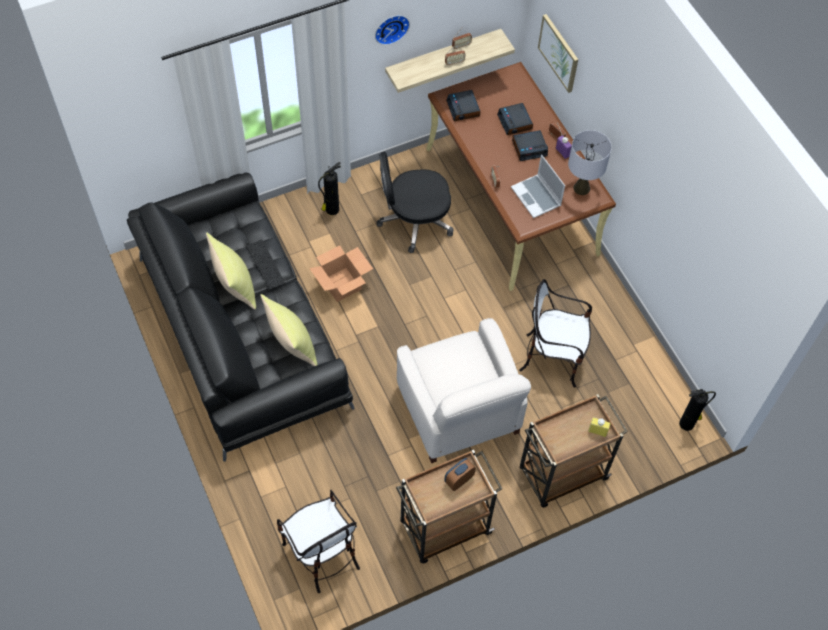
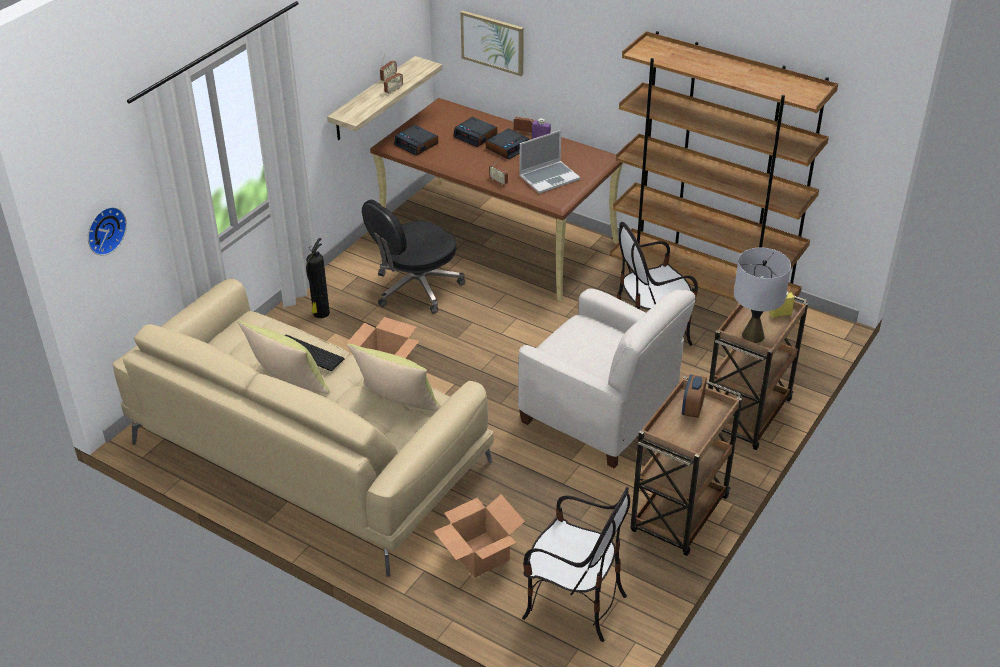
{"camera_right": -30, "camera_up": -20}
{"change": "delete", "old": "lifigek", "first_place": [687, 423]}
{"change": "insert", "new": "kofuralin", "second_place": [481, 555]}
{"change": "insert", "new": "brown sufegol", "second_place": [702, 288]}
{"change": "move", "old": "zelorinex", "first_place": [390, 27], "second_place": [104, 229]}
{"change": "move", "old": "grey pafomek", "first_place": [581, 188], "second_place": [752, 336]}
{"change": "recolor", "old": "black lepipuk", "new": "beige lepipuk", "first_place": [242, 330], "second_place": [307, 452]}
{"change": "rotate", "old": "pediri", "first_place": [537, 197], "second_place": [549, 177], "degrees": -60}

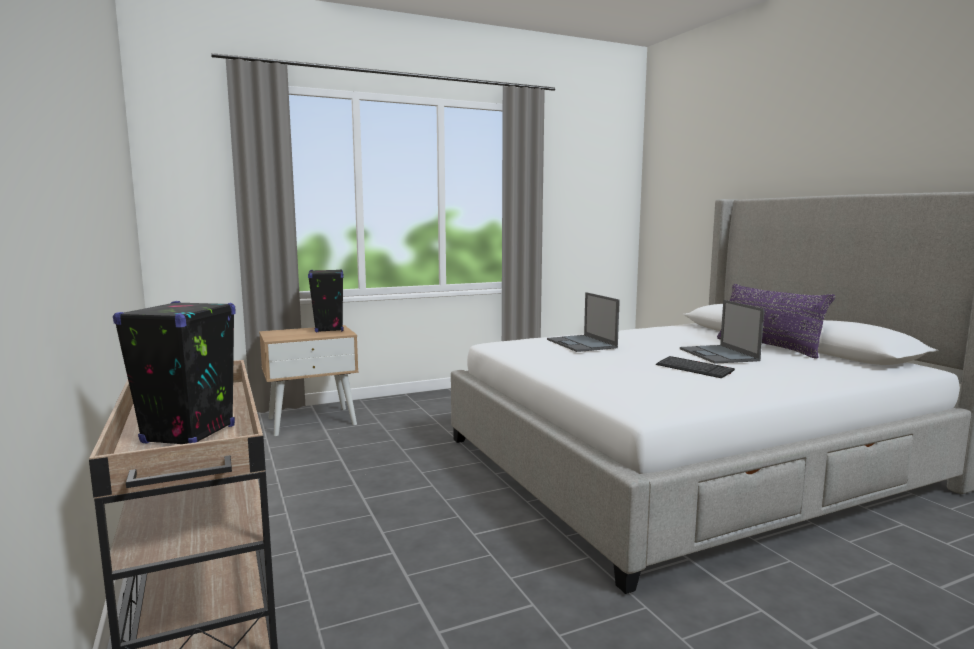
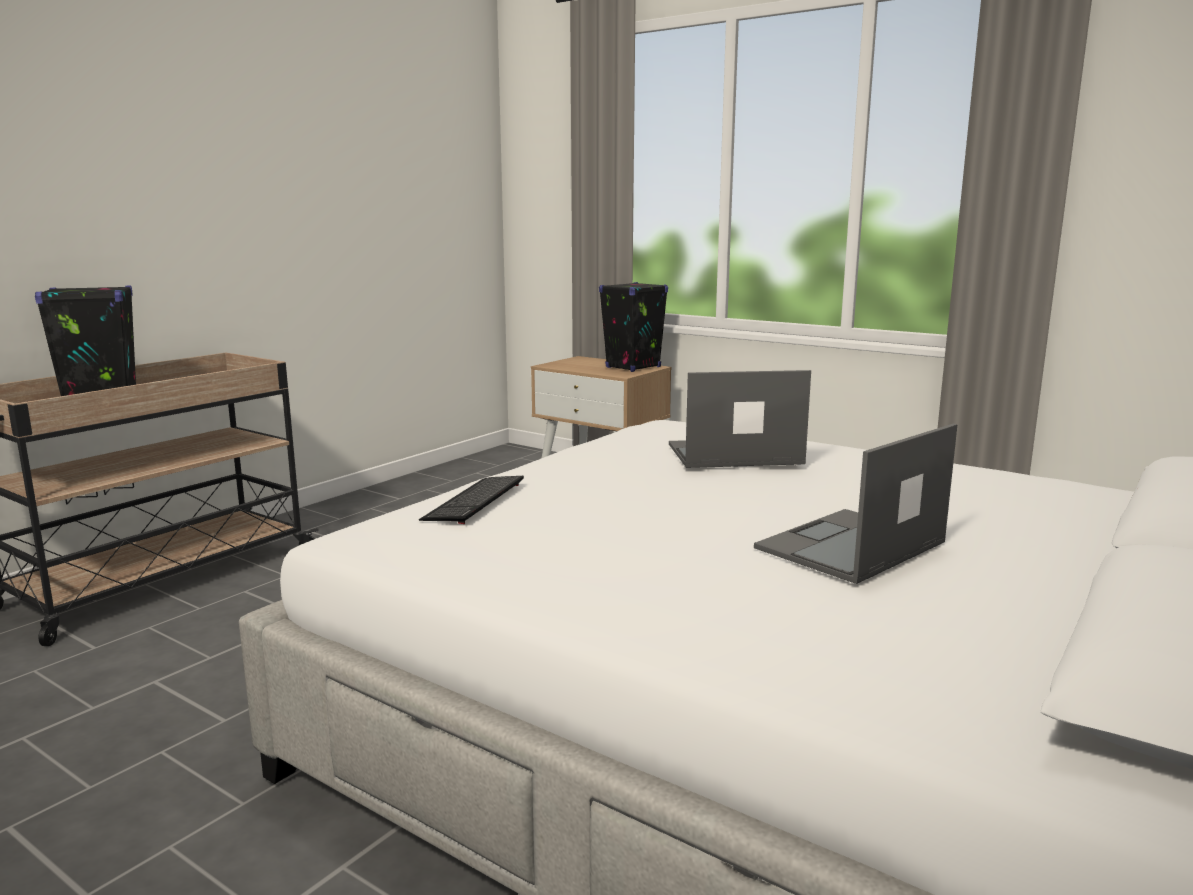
{"camera_right": 60, "camera_up": 5}
{"change": "delete", "old": "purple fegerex", "first_place": [768, 347]}
{"change": "move", "old": "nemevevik", "first_place": [694, 369], "second_place": [475, 501]}
{"change": "rotate", "old": "pediri", "first_place": [582, 344], "second_place": [732, 454], "degrees": 45}

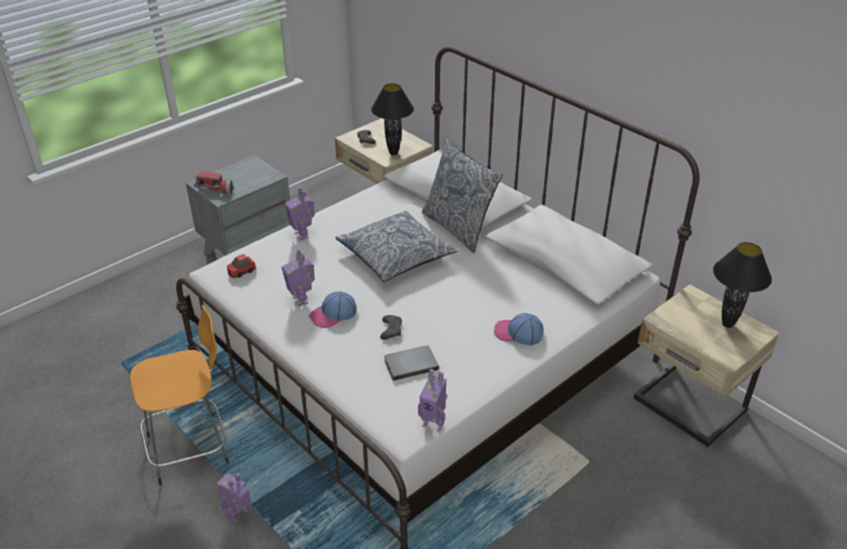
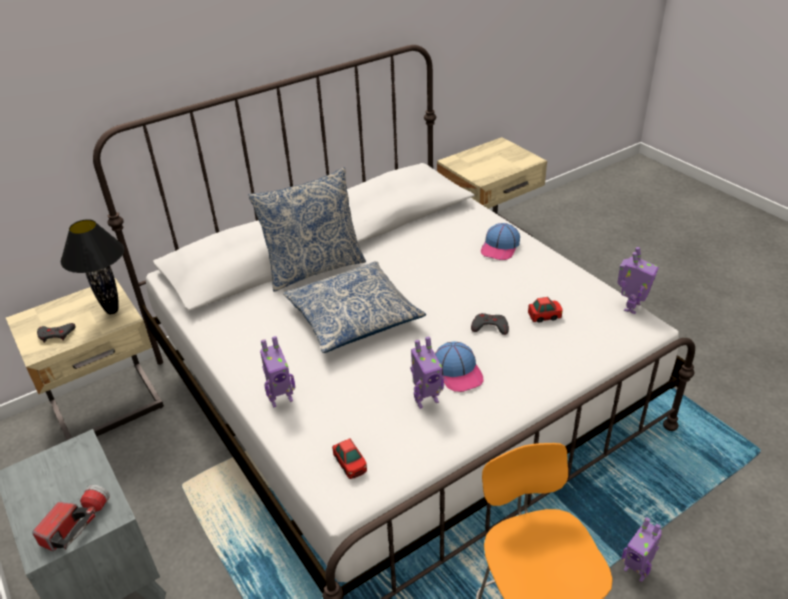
{"camera_right": -80, "camera_up": 0}
{"change": "delete", "old": "black pafomek", "first_place": [728, 324]}
{"change": "replace", "old": "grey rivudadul", "new": "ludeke", "first_place": [410, 363], "second_place": [545, 316]}

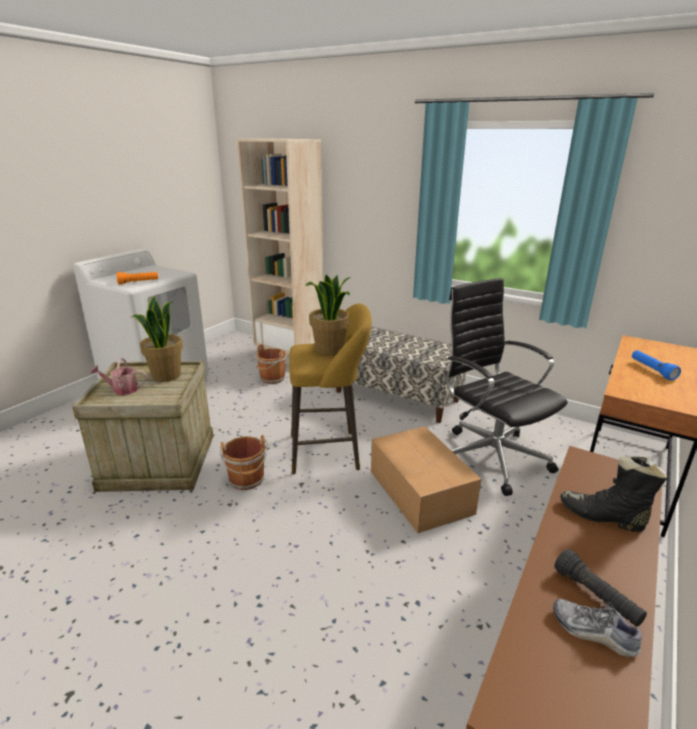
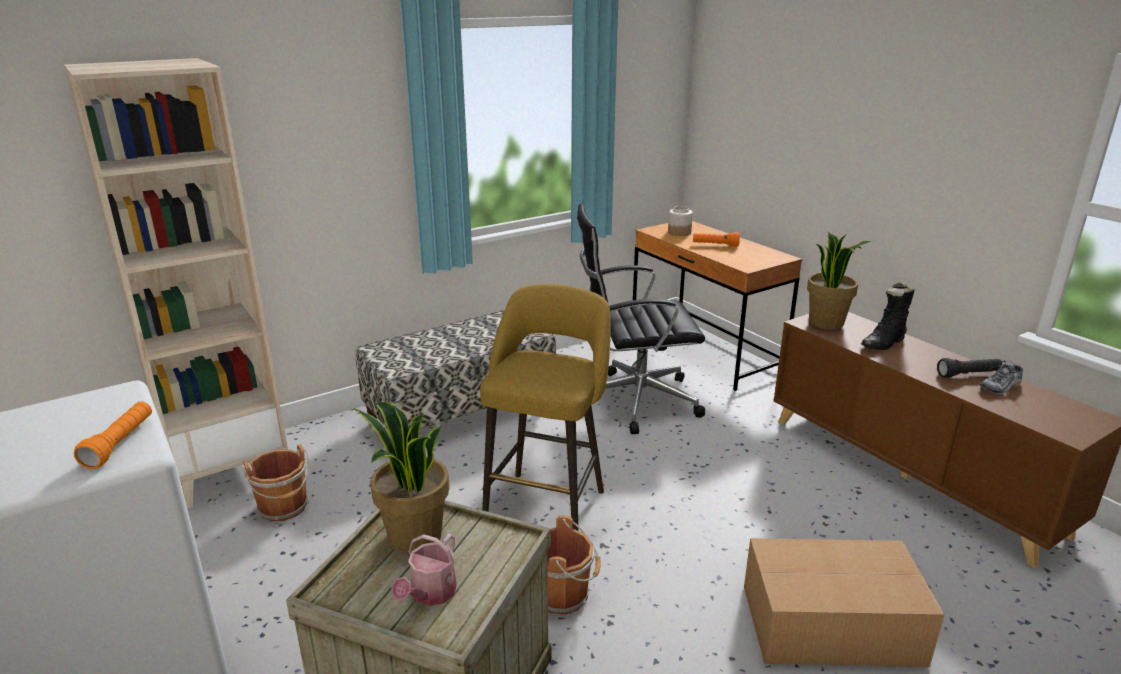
{"camera_right": -65, "camera_up": 0}
{"change": "insert", "new": "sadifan", "second_place": [679, 232]}
{"change": "move", "old": "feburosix", "first_place": [329, 350], "second_place": [827, 323]}
{"change": "move", "old": "kofuralin", "first_place": [420, 490], "second_place": [828, 623]}
{"change": "recolor", "old": "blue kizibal", "new": "orange kizibal", "first_place": [652, 370], "second_place": [715, 245]}

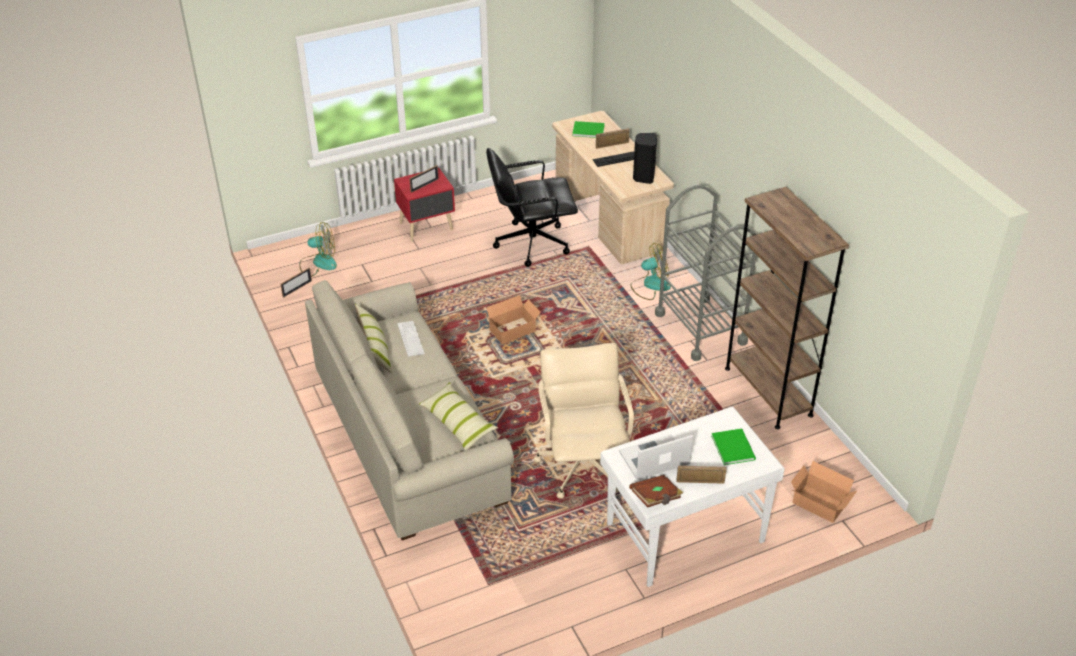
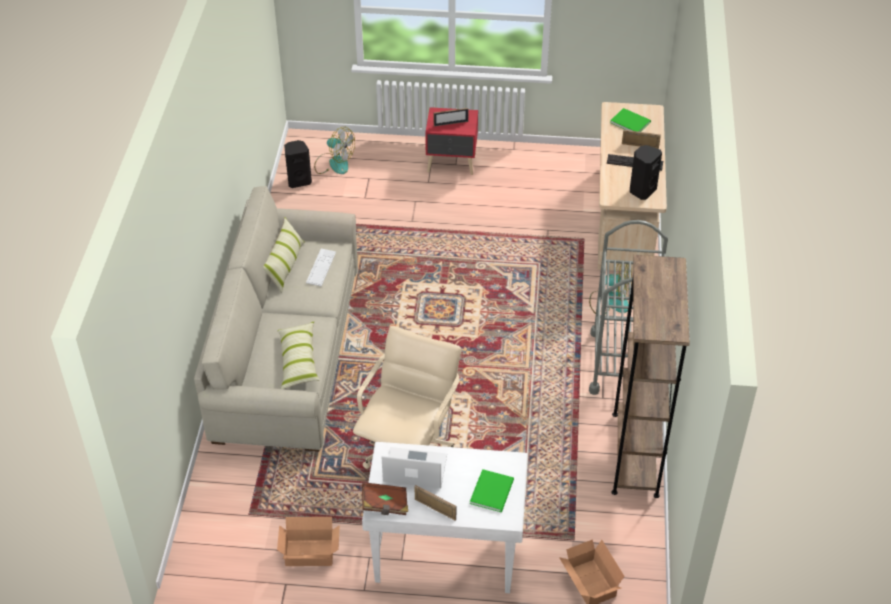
{"camera_right": 30, "camera_up": 5}
{"change": "delete", "old": "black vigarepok", "first_place": [531, 243]}
{"change": "move", "old": "kofuralin", "first_place": [514, 332], "second_place": [310, 554]}
{"change": "replace", "old": "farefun", "new": "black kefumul", "first_place": [297, 288], "second_place": [299, 181]}

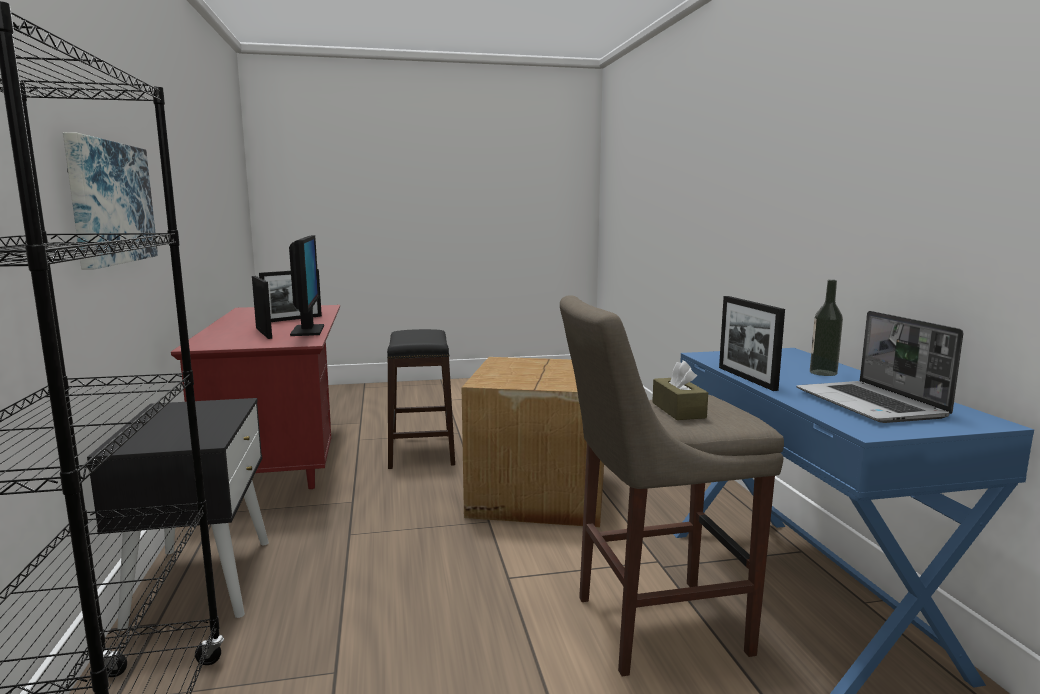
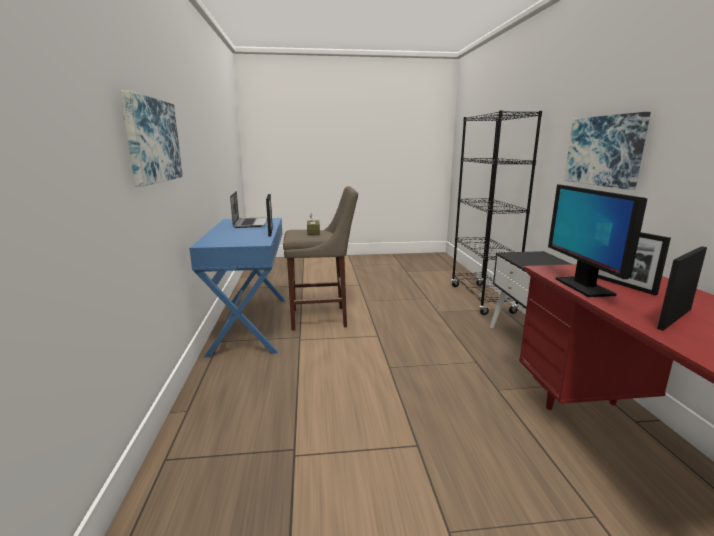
{"camera_right": -175, "camera_up": 5}
{"change": "delete", "old": "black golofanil", "first_place": [422, 450]}
{"change": "delete", "old": "kofuralin", "first_place": [536, 494]}
{"change": "delete", "old": "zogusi", "first_place": [823, 373]}
{"change": "insert", "new": "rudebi", "second_place": [151, 140]}

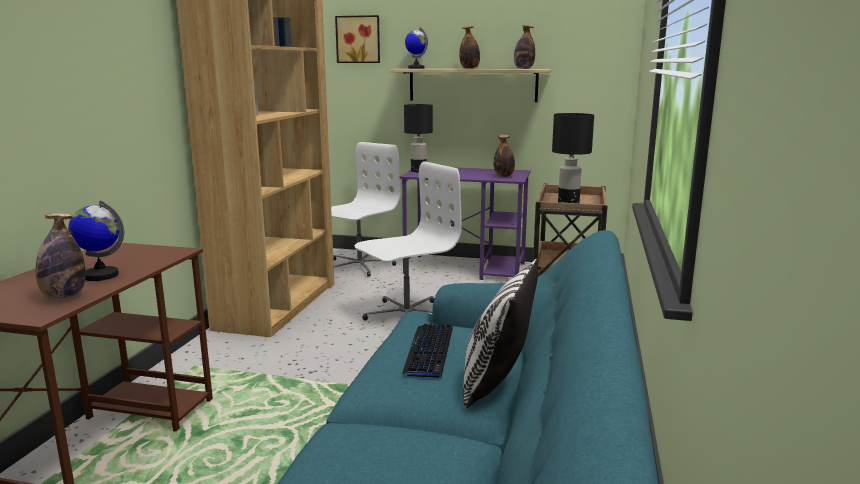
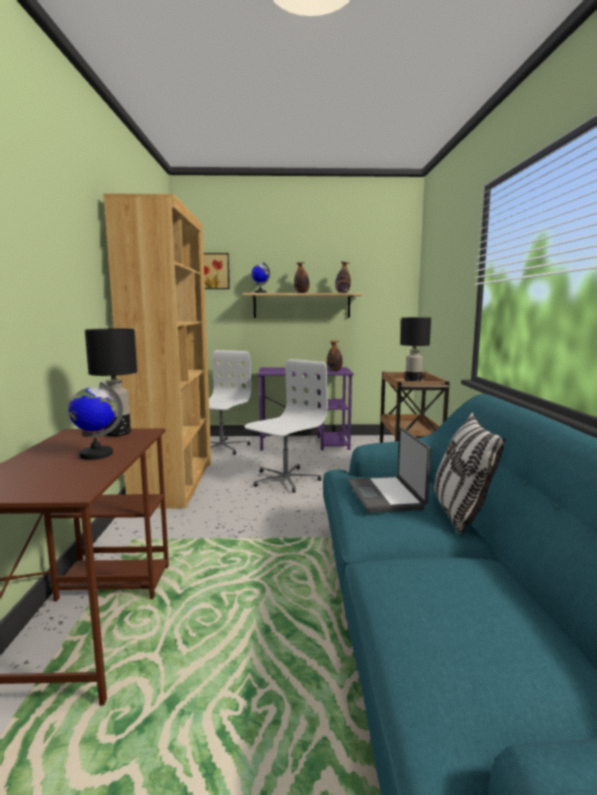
{"camera_right": -15, "camera_up": -5}
{"change": "delete", "old": "zogusi", "first_place": [64, 297]}
{"change": "move", "old": "black pafomek", "first_place": [419, 171], "second_place": [118, 433]}
{"change": "replace", "old": "nemevevik", "new": "pediri", "first_place": [429, 351], "second_place": [387, 495]}

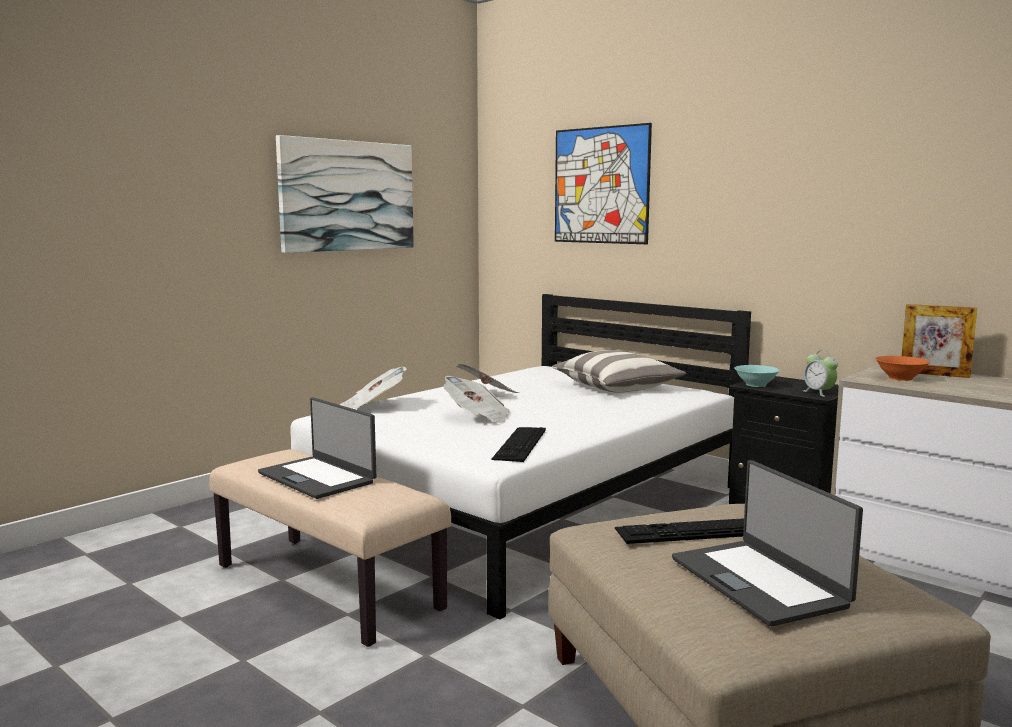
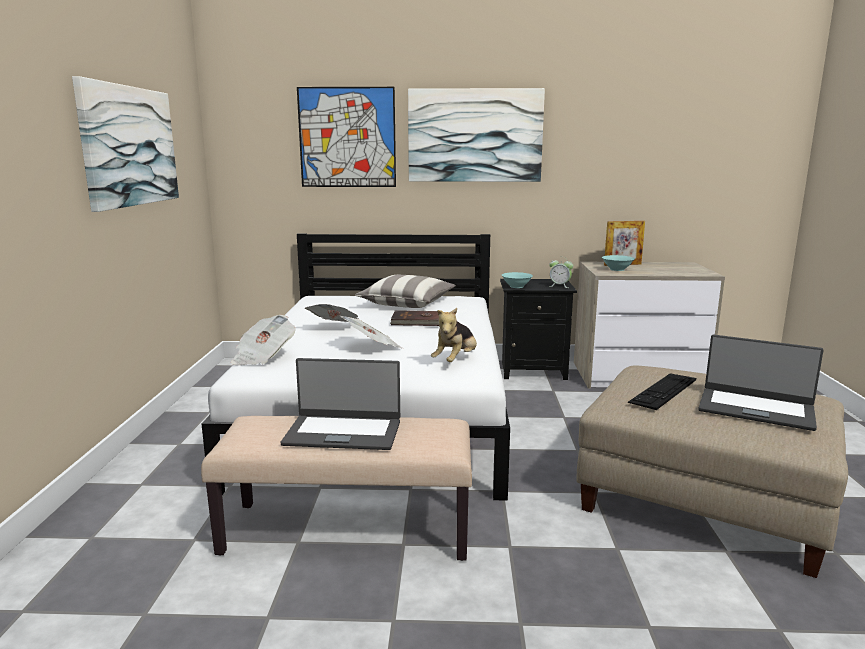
{"camera_right": -40, "camera_up": 5}
{"change": "insert", "new": "brown rivudadul", "second_place": [416, 321]}
{"change": "insert", "new": "rudebi", "second_place": [475, 135]}
{"change": "replace", "old": "nemevevik", "new": "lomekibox", "first_place": [520, 444], "second_place": [456, 360]}
{"change": "recolor", "old": "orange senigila", "new": "turquoise senigila", "first_place": [901, 378], "second_place": [617, 269]}

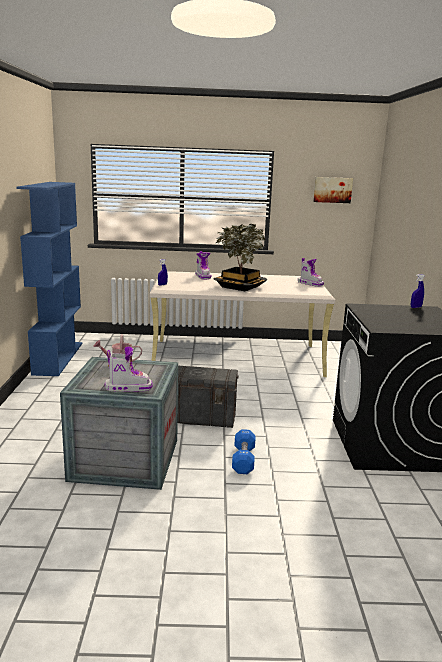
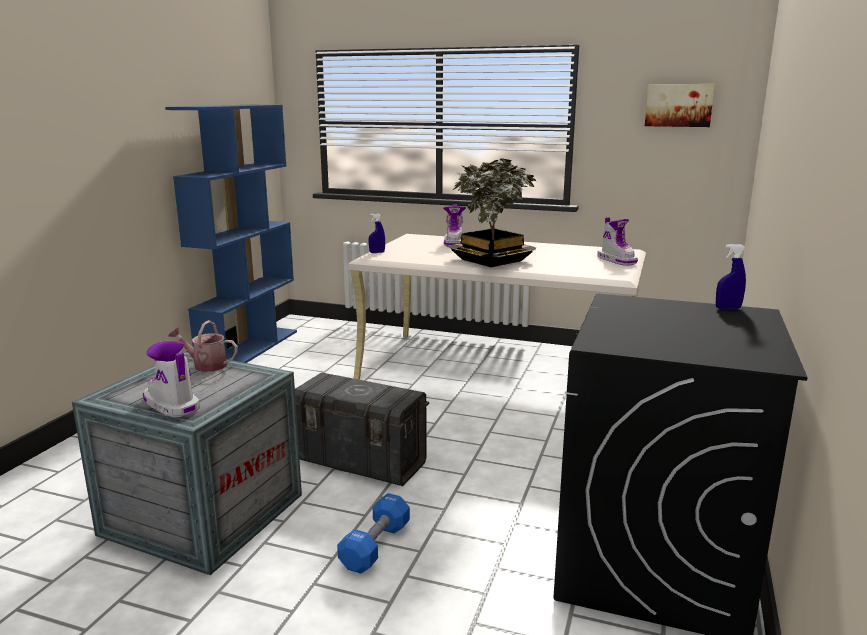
{"camera_right": 20, "camera_up": 0}
{"change": "rotate", "old": "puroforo", "first_place": [128, 387], "second_place": [171, 405], "degrees": -150}

